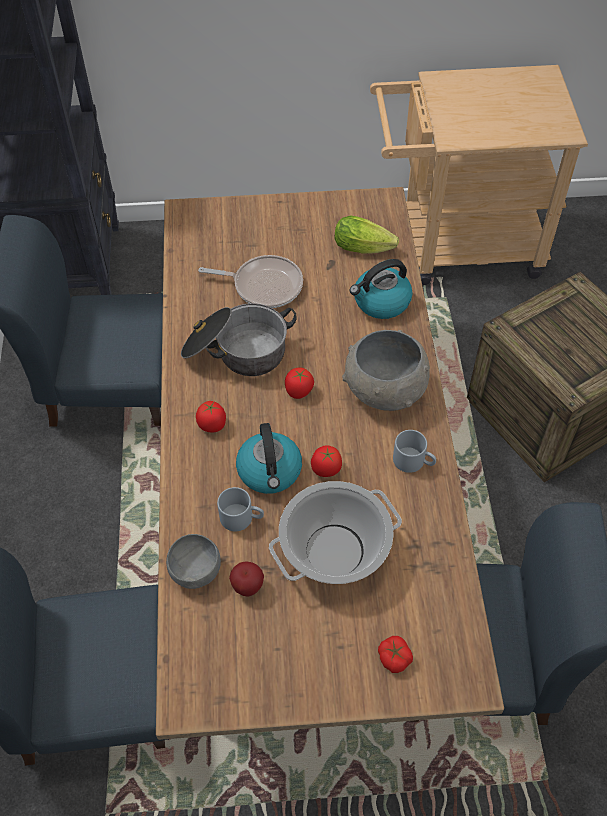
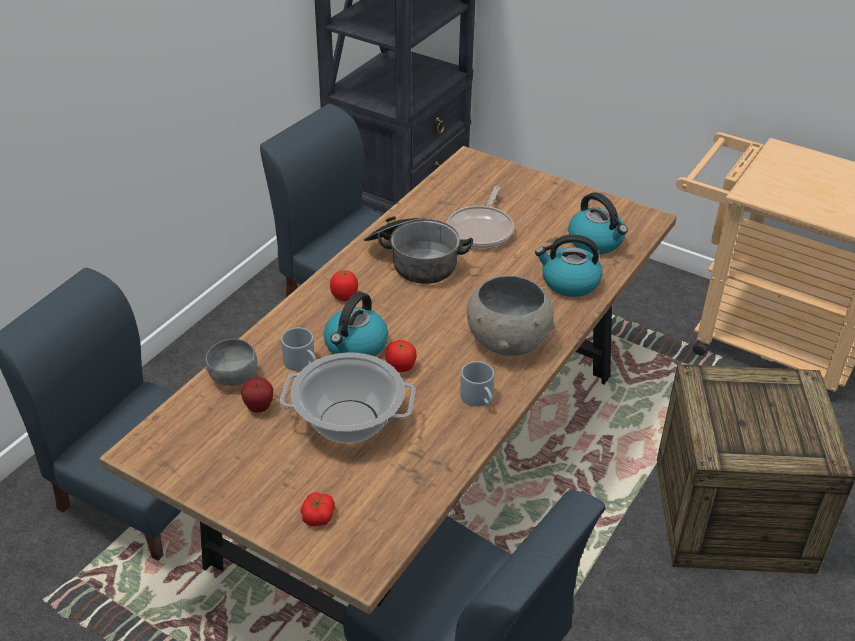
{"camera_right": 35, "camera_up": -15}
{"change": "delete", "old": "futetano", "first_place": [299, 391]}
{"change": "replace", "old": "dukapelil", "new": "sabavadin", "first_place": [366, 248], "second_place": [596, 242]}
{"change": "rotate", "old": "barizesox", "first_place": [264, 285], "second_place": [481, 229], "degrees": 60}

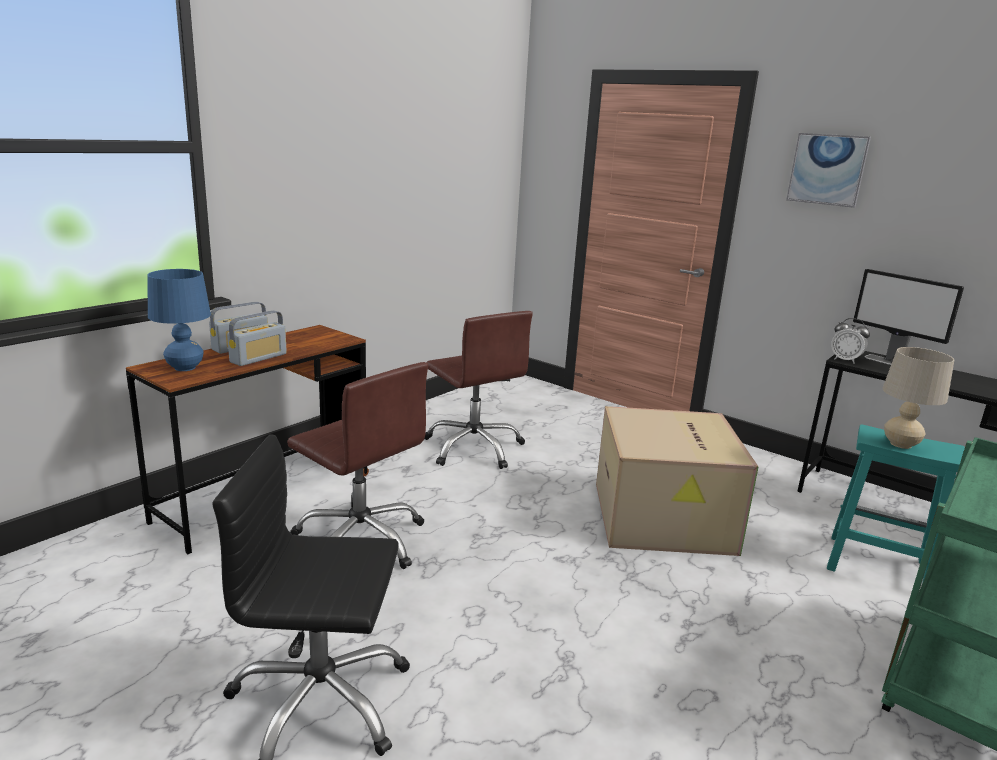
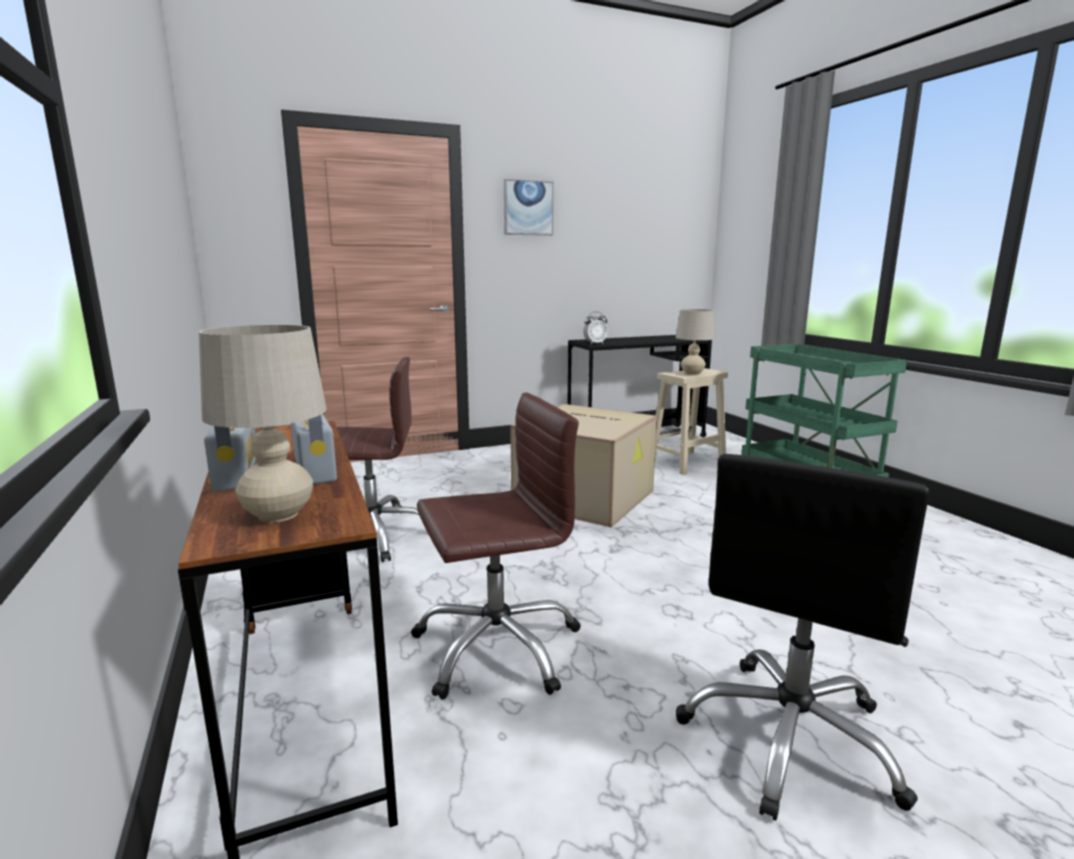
{"camera_right": -60, "camera_up": -5}
{"change": "delete", "old": "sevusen", "first_place": [891, 362]}
{"change": "recolor", "old": "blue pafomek", "new": "beige pafomek", "first_place": [185, 368], "second_place": [278, 515]}
{"change": "recolor", "old": "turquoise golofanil", "new": "beige golofanil", "first_place": [875, 565], "second_place": [686, 463]}

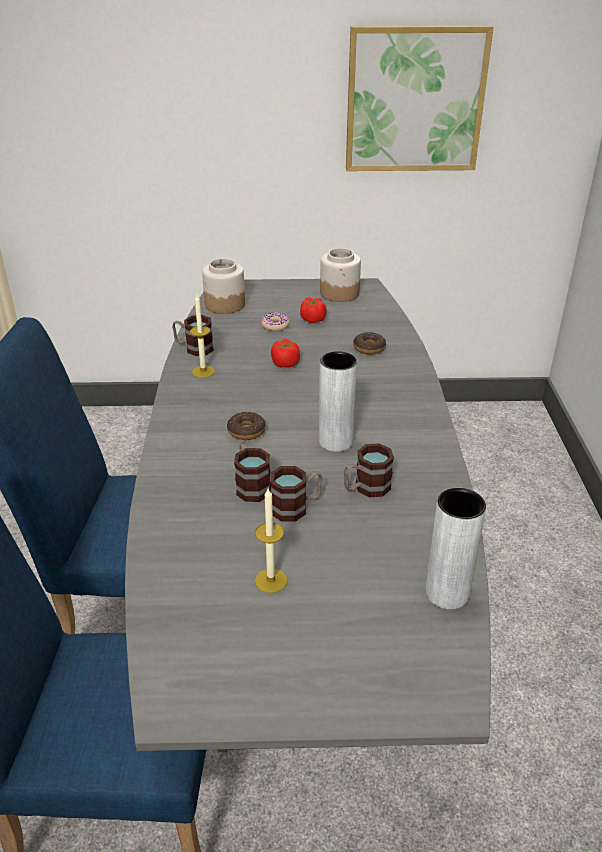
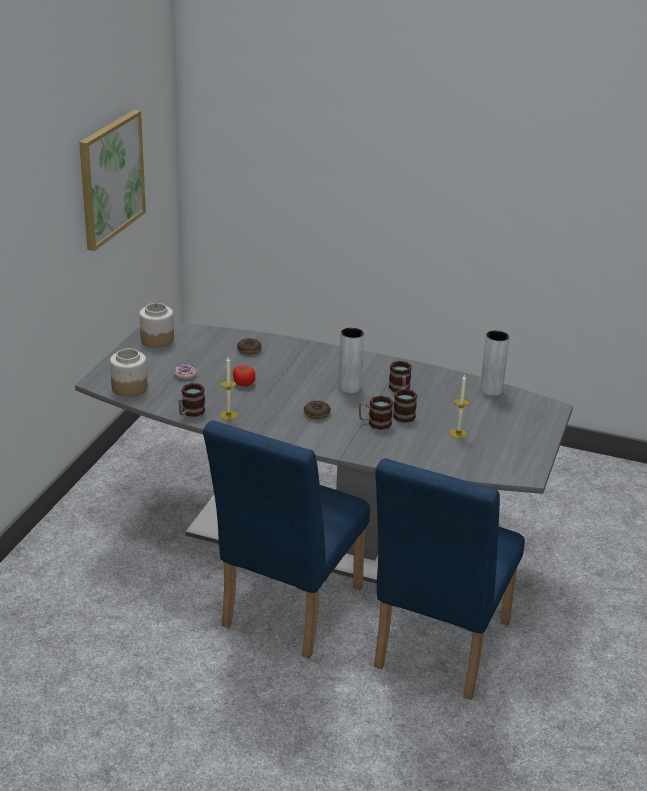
{"camera_right": -70, "camera_up": -5}
{"change": "delete", "old": "futetano", "first_place": [313, 319]}

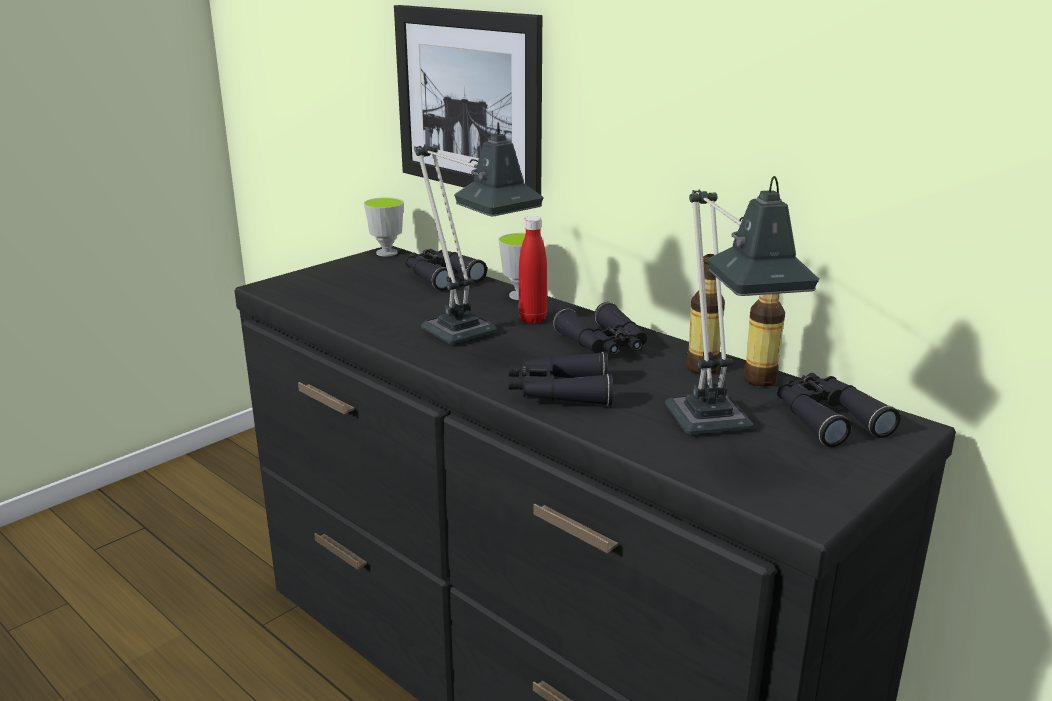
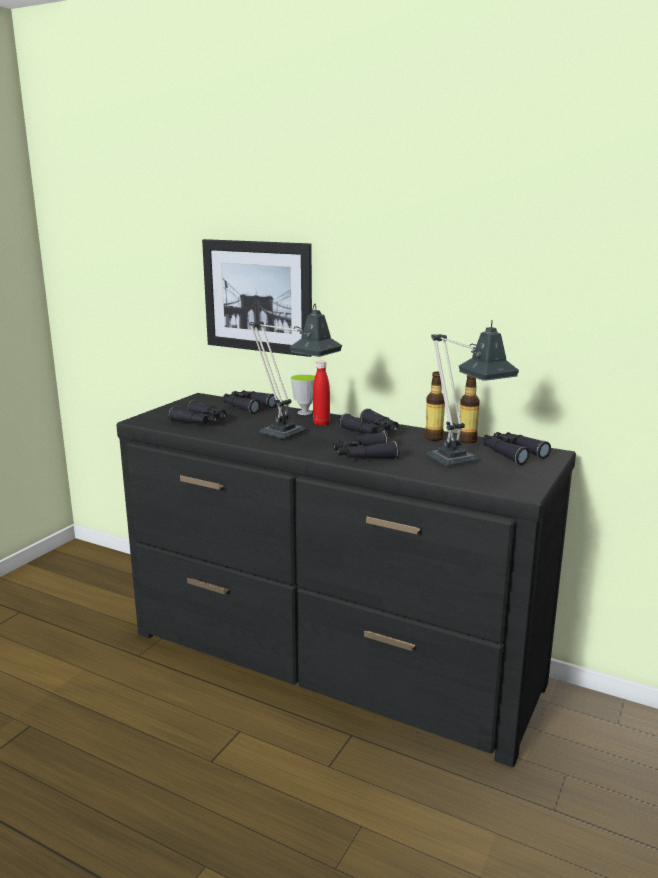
{"camera_right": -15, "camera_up": -5}
{"change": "delete", "old": "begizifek", "first_place": [387, 253]}
{"change": "insert", "new": "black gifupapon", "second_place": [201, 421]}

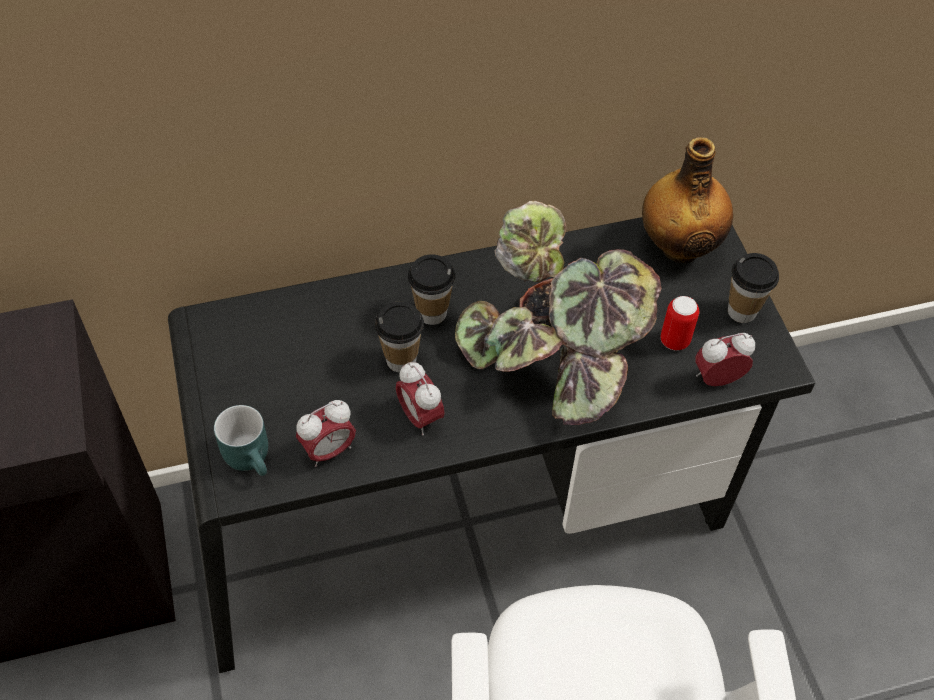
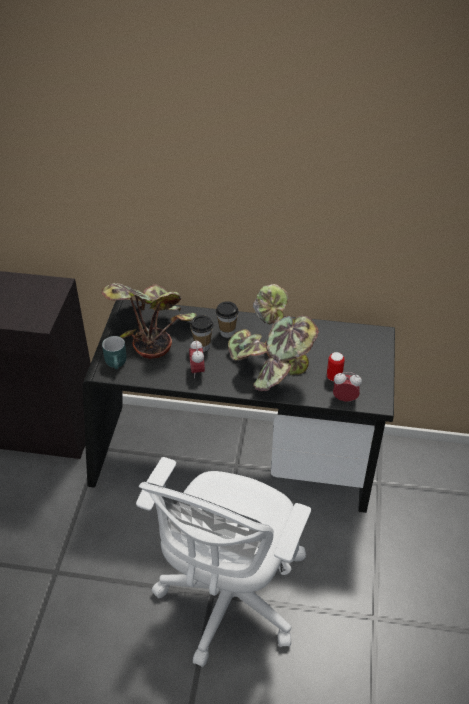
{"camera_right": 25, "camera_up": -10}
{"change": "delete", "old": "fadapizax", "first_place": [328, 451]}
{"change": "delete", "old": "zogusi", "first_place": [679, 246]}
{"change": "delete", "old": "begizifek", "first_place": [742, 311]}
{"change": "insert", "new": "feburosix", "second_place": [148, 329]}

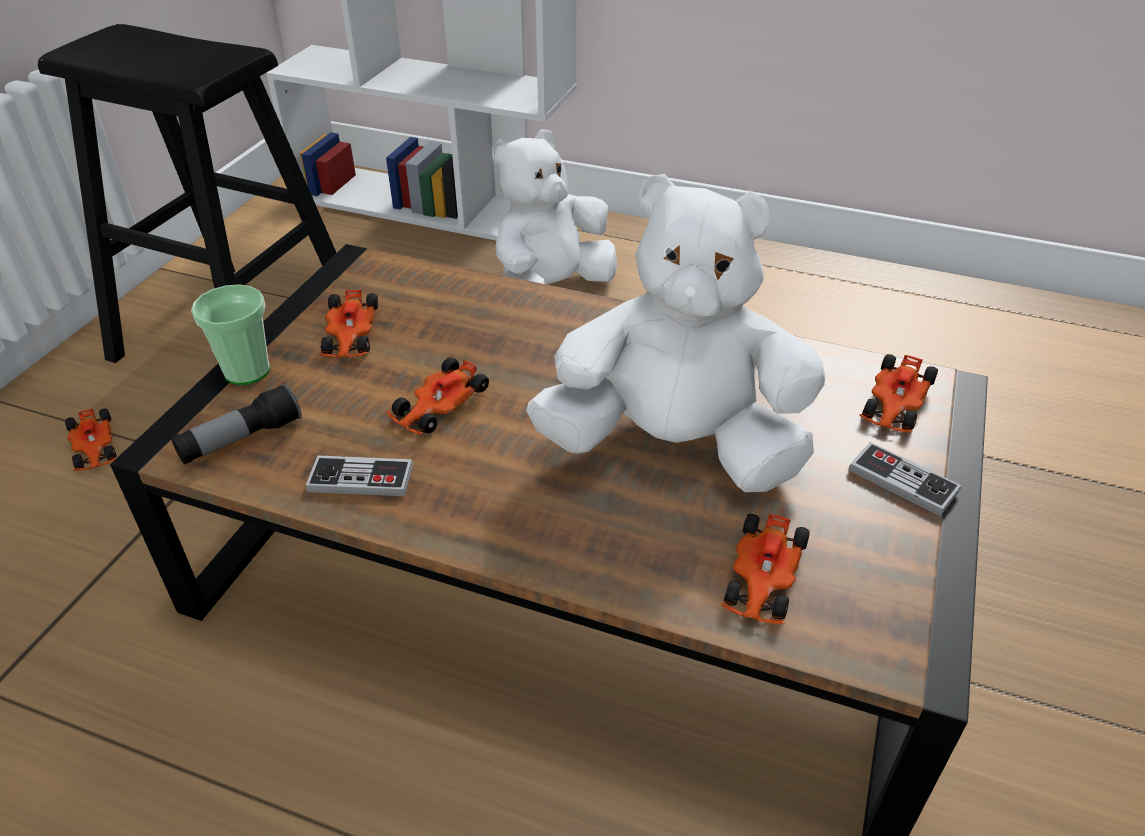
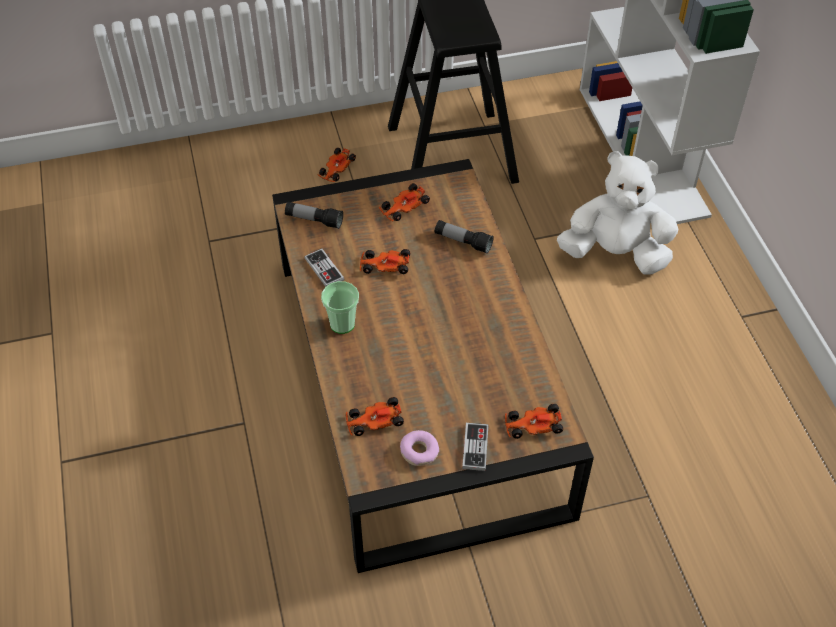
{"camera_right": 55, "camera_up": 10}
{"change": "delete", "old": "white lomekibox", "first_place": [675, 447]}
{"change": "insert", "new": "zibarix", "second_place": [419, 452]}
{"change": "insert", "new": "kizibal", "second_place": [463, 242]}
{"change": "move", "old": "begizifek", "first_place": [247, 371], "second_place": [342, 324]}

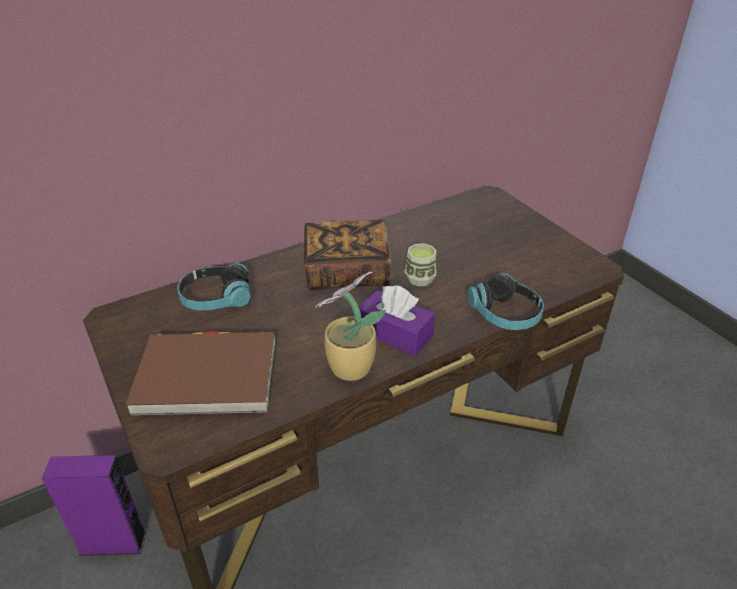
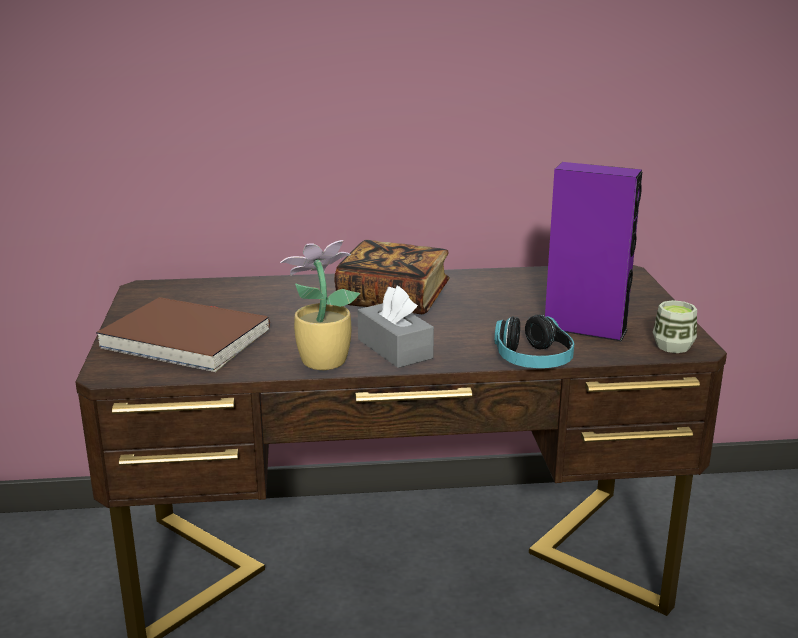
{"camera_right": 25, "camera_up": -15}
{"change": "delete", "old": "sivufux", "first_place": [216, 298]}
{"change": "move", "old": "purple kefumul", "first_place": [113, 543], "second_place": [585, 329]}
{"change": "move", "old": "begizifek", "first_place": [420, 278], "second_place": [673, 346]}
{"change": "recolor", "old": "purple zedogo", "new": "grey zedogo", "first_place": [395, 333], "second_place": [395, 349]}

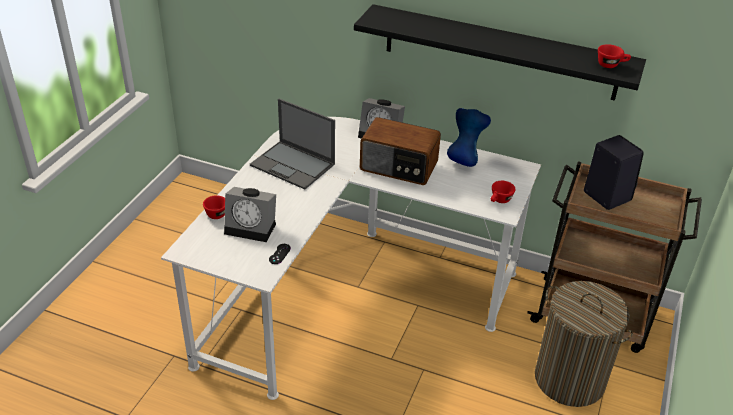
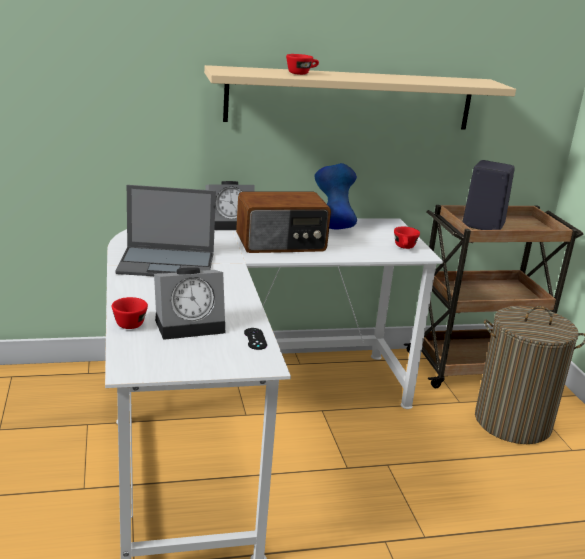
{"camera_right": -35, "camera_up": -15}
{"change": "move", "old": "red begizifek", "first_place": [611, 65], "second_place": [301, 73]}
{"change": "recolor", "old": "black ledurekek", "new": "beige ledurekek", "first_place": [499, 52], "second_place": [351, 99]}

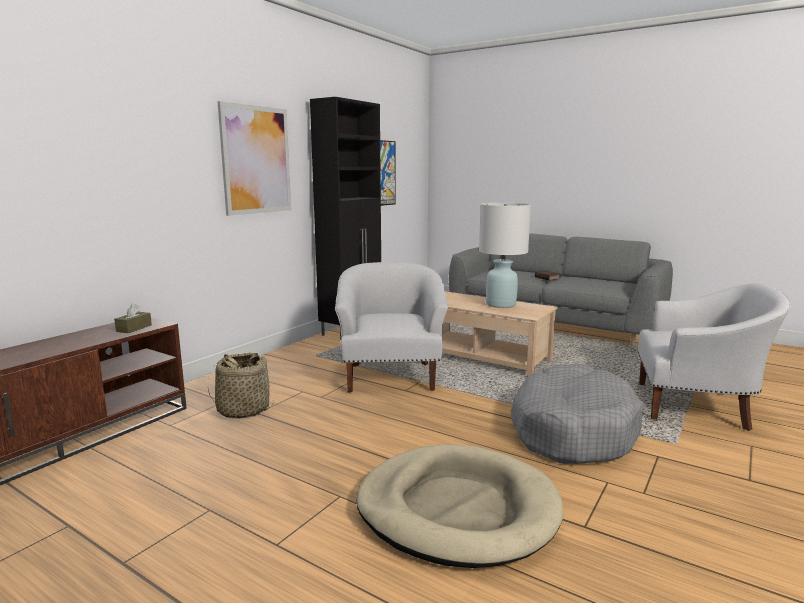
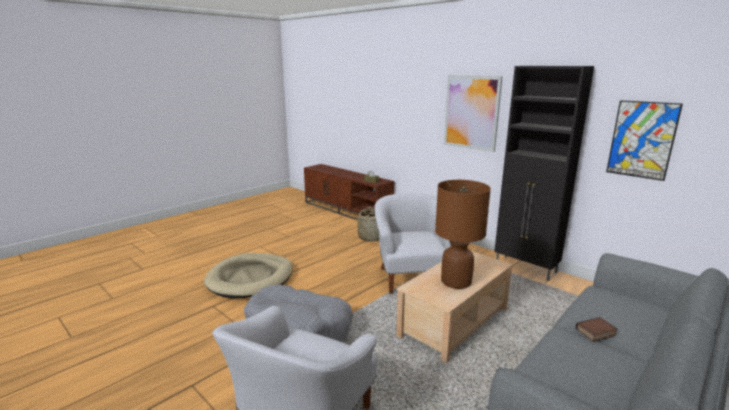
{"camera_right": 100, "camera_up": 5}
{"change": "recolor", "old": "white pafomek", "new": "brown pafomek", "first_place": [501, 304], "second_place": [456, 282]}
{"change": "rotate", "old": "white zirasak", "first_place": [391, 375], "second_place": [413, 276], "degrees": -105}

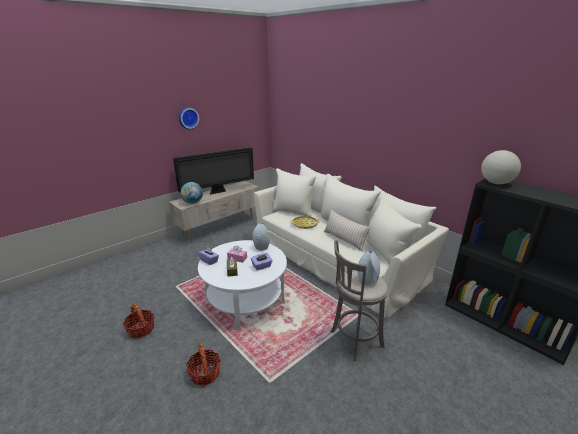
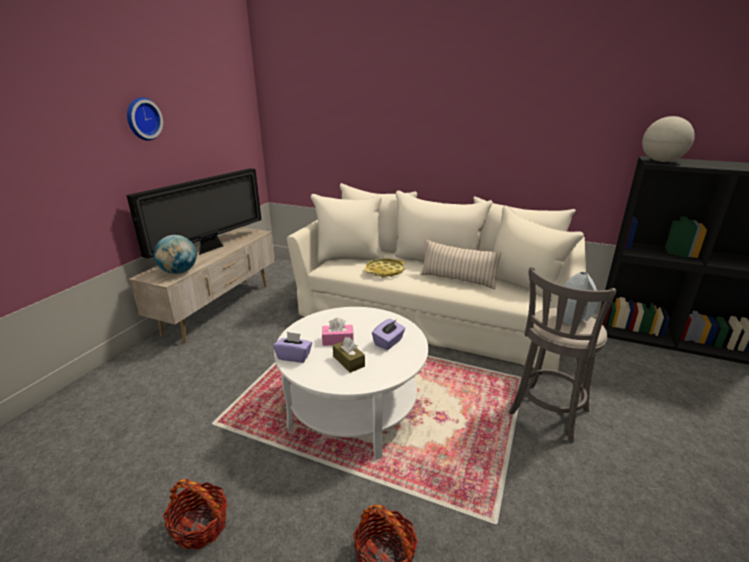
{"camera_right": -25, "camera_up": 0}
{"change": "delete", "old": "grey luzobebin", "first_place": [261, 247]}

